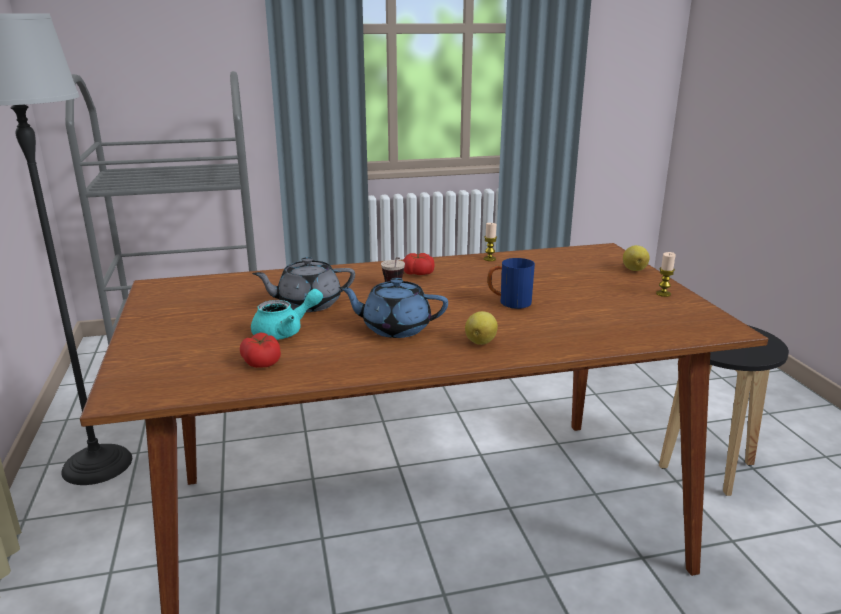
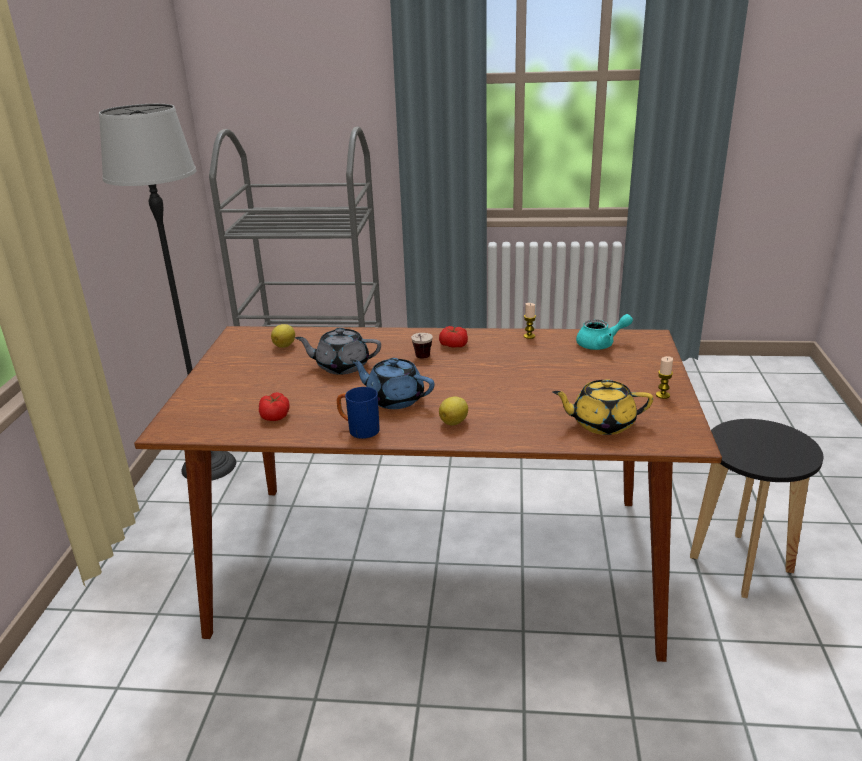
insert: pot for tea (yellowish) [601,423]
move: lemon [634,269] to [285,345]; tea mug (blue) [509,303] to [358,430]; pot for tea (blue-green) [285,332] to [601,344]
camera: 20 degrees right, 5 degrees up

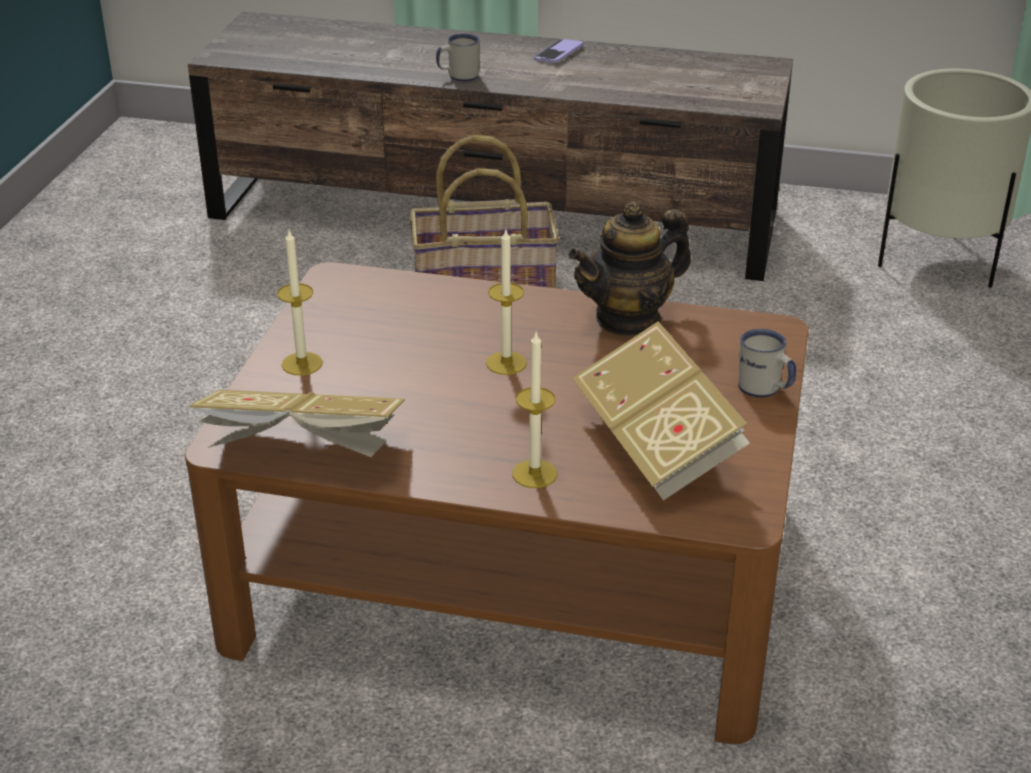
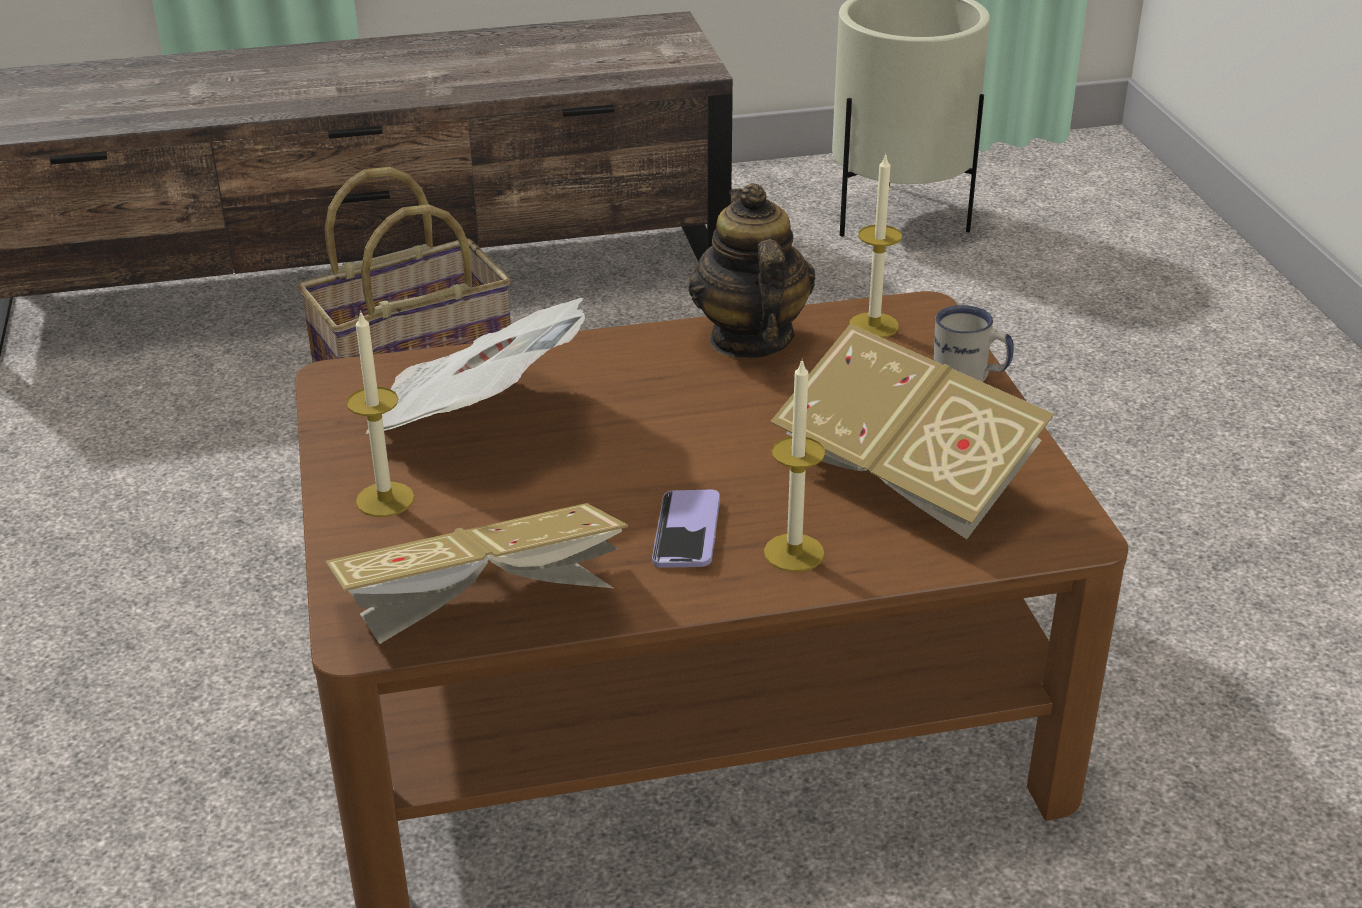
delete: tea mug (white-coloured) [458,77]
insert: newspaper [477,418]
move: handset [558,53] to [686,532]; candle [506,363] to [873,325]
rotate: pot for tea [628,319] = [750,339] 135 degrees clockwise
camera: 25 degrees left, 0 degrees up

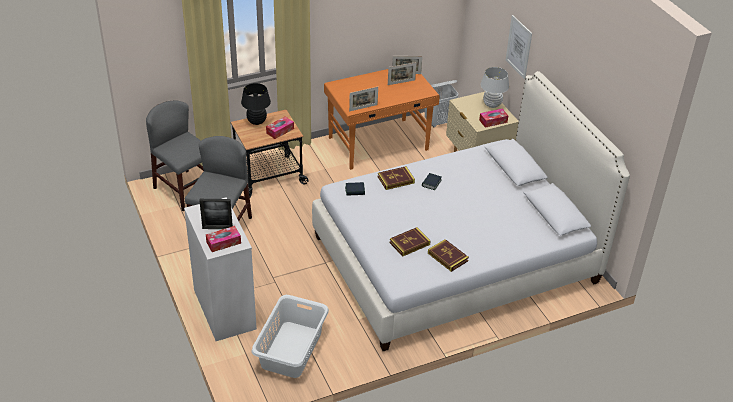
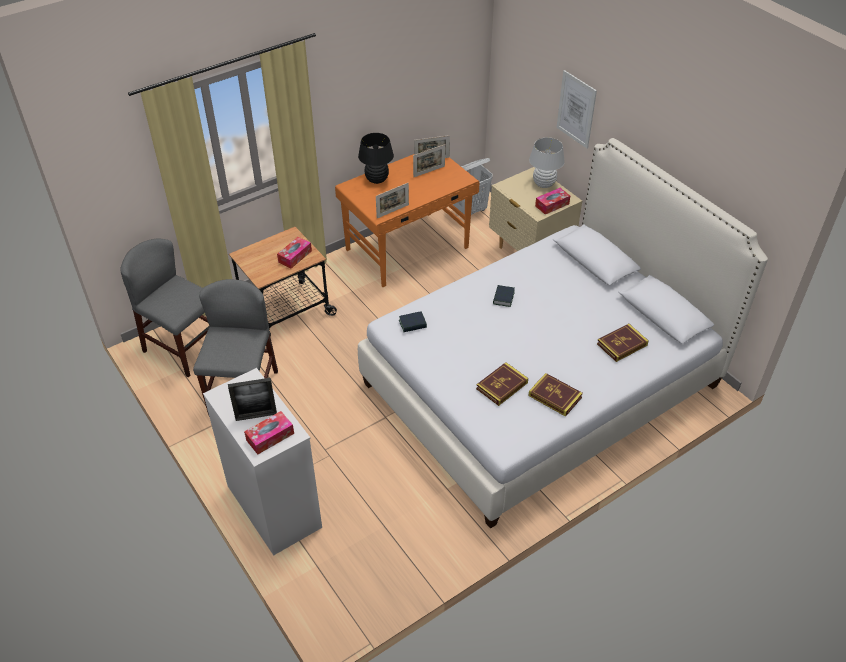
delete: hamper (white-coloured) [290,349]
move: lamp for a table (black) [256,121] to [377,180]; volume [396,180] to [622,344]
camera: 10 degrees left, 5 degrees up

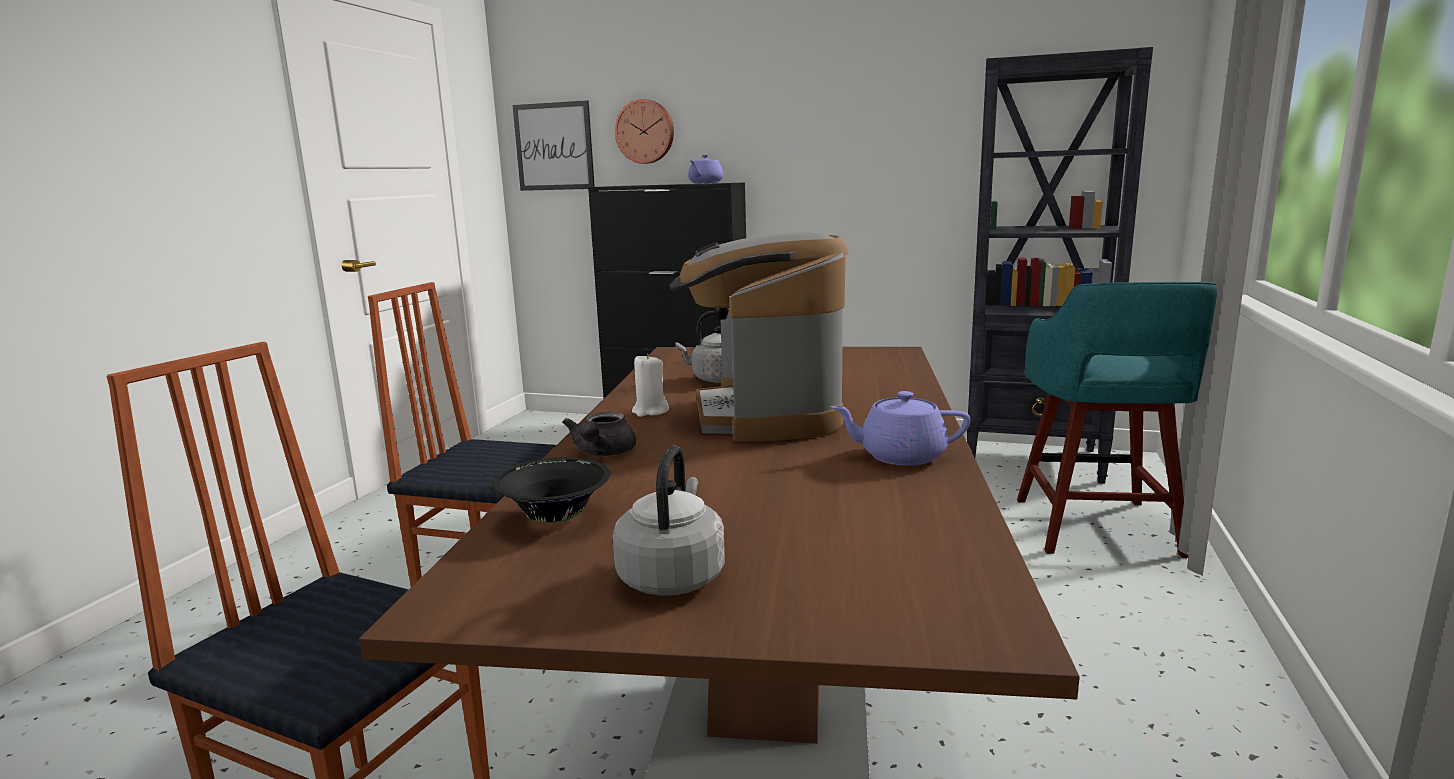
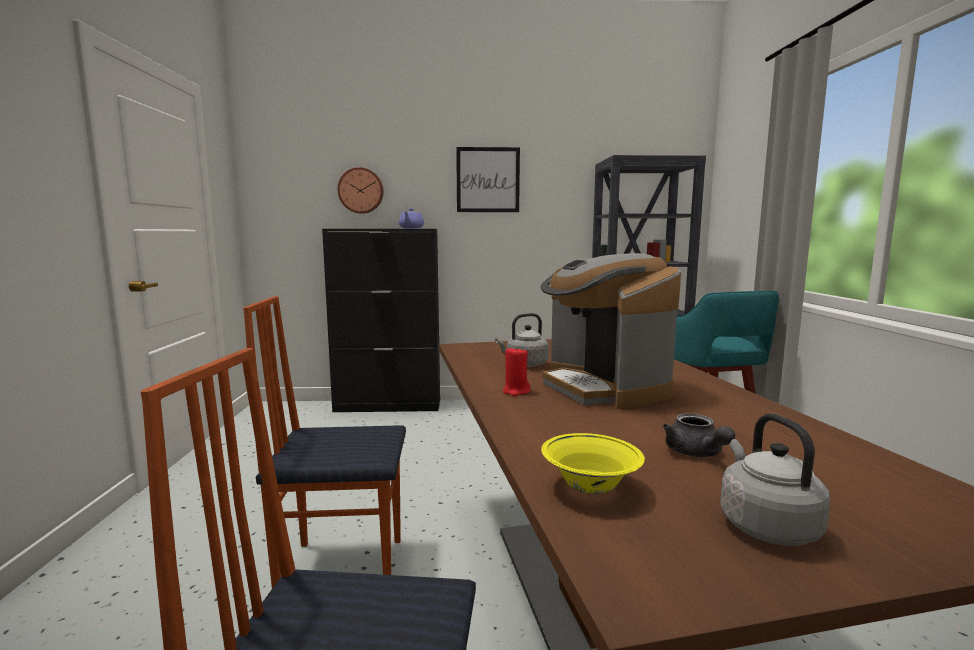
delete: pot for tea (purple) [900,456]
move: wall picture [554,146] to [488,180]; pot for tea (greyish) [602,454] to [696,454]
recolor: candle (white-coloured) [650,411] to candle (reddish) [516,391]; serving bowl (black) [555,518] to serving bowl (yellowish) [590,488]
camera: 20 degrees left, 5 degrees down

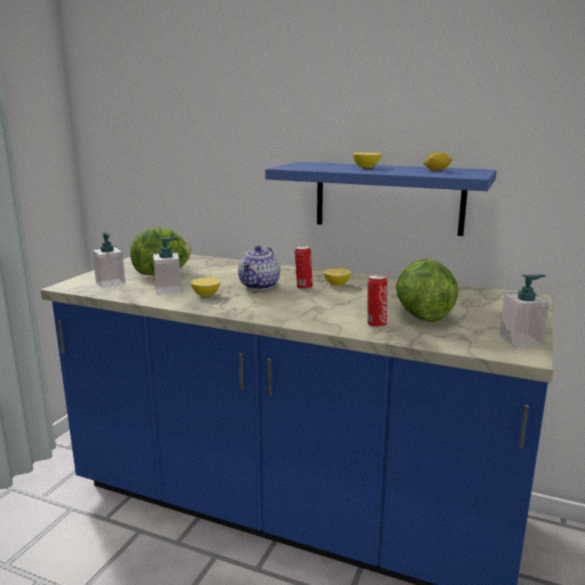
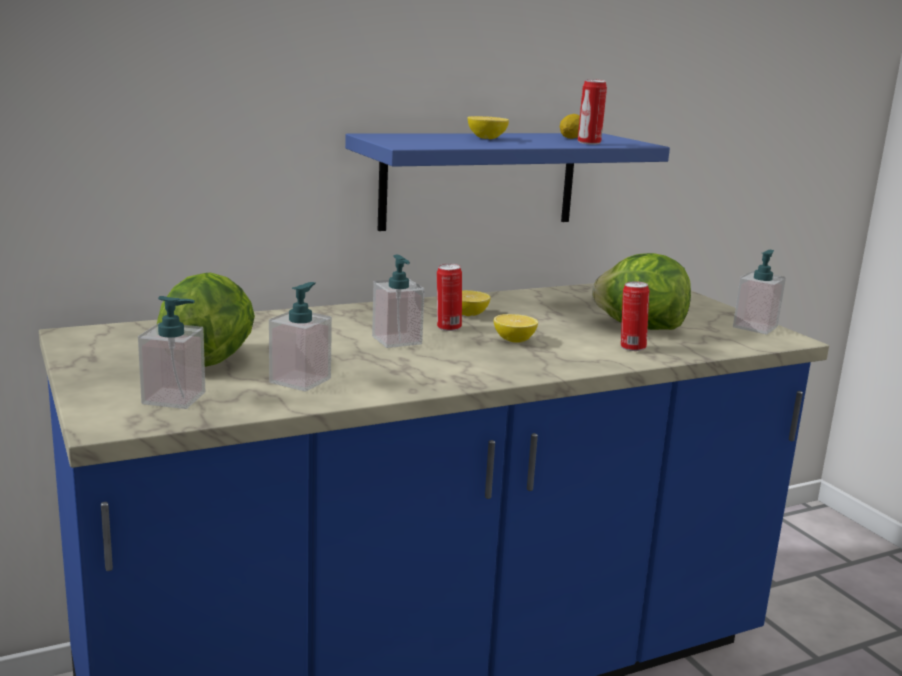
insert: can [589,143]
move: lemon [206,294] to [514,340]
replace: pot for tea [260,286] to liquid soap bottle [397,340]
camera: 50 degrees left, 0 degrees up

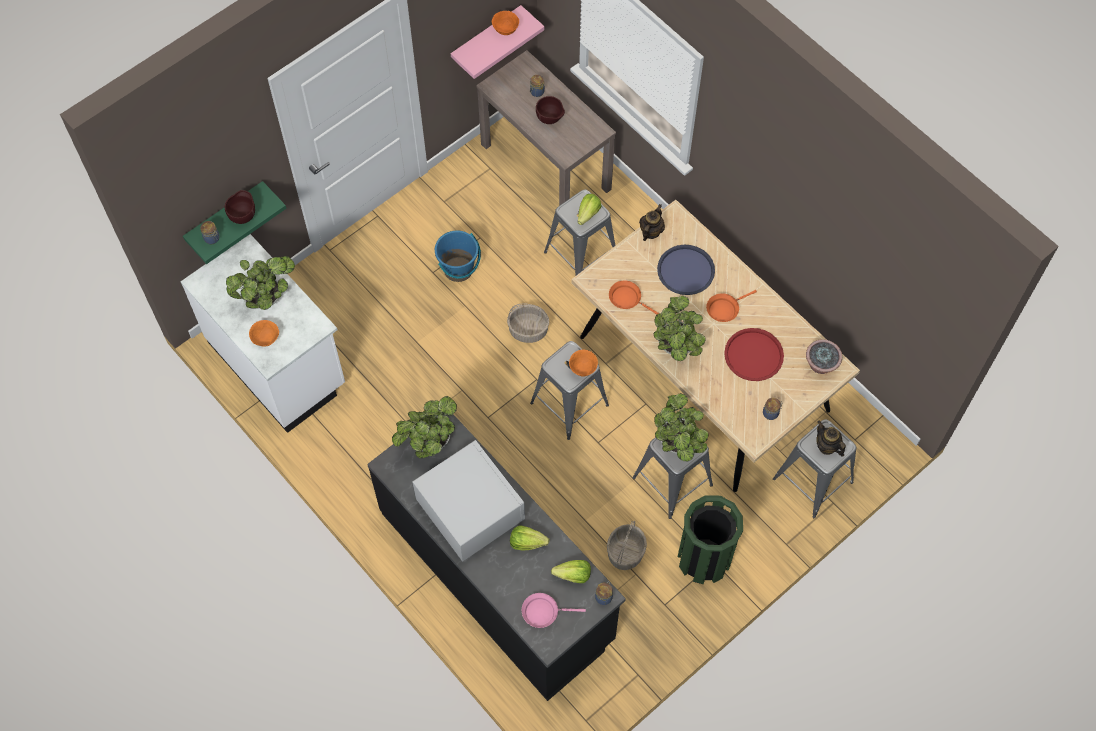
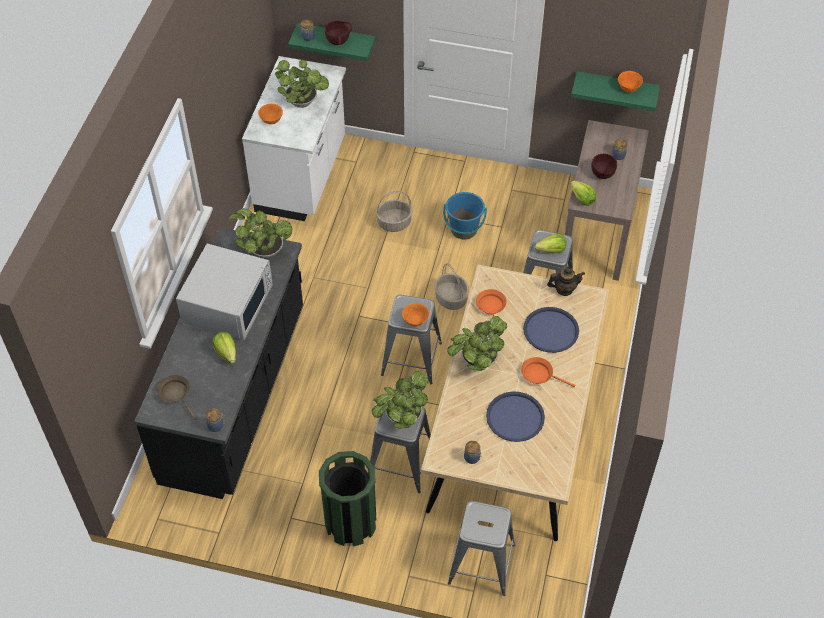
delete: houseplant [820,365]; pot for tea [827,446]
move: storage basket [625,552] to [394,222]; head of lettuce [573,575] to [582,199]
recolor: bracket shelf (pink-coloured) [486,39] to bracket shelf (green) [616,89]; serving tray (reddish) [753,355] to serving tray (blue) [515,417]; frying pan (pink-coloured) [543,612] to frying pan (brown) [176,394]
camera: 55 degrees right, 10 degrees down

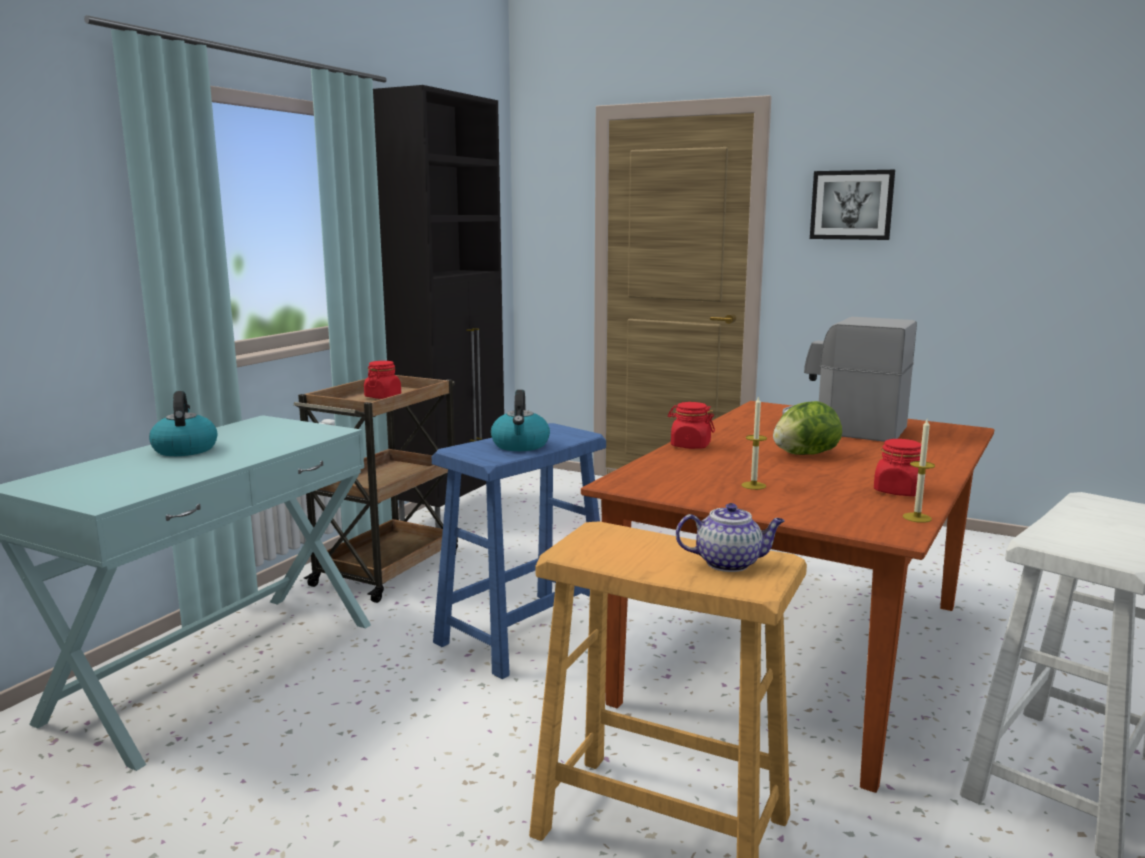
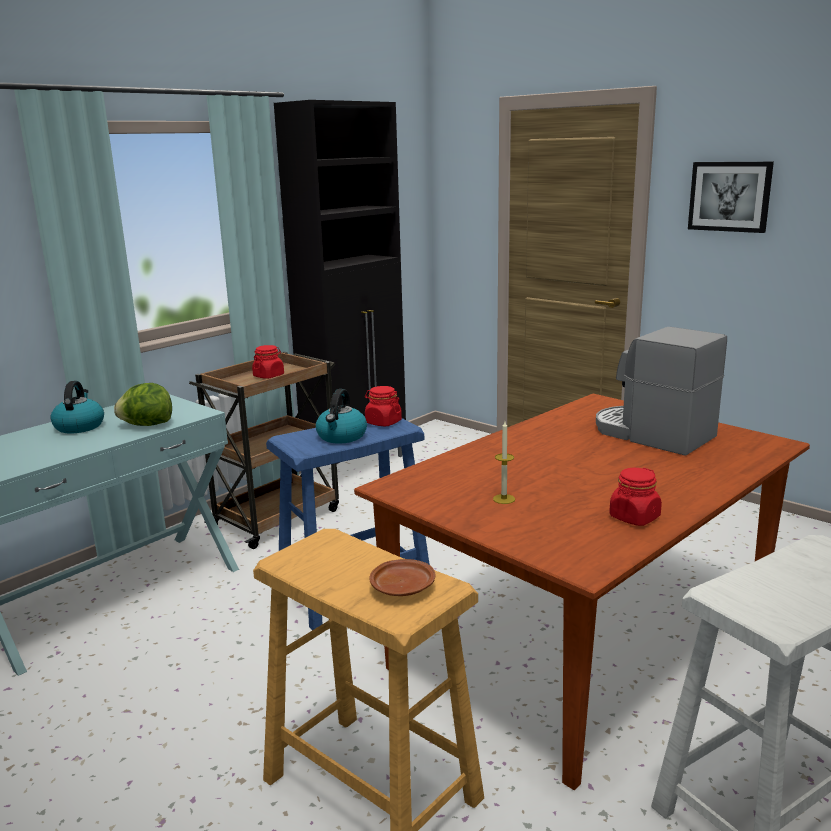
delete: candle [917,517]
move: head of lettuce [804,454] to [147,425]; preserve jar (reddish) [690,445] to [383,422]
replace: pot for tea [729,563] to dinner plate (brown) [403,587]
camera: 15 degrees right, 5 degrees up

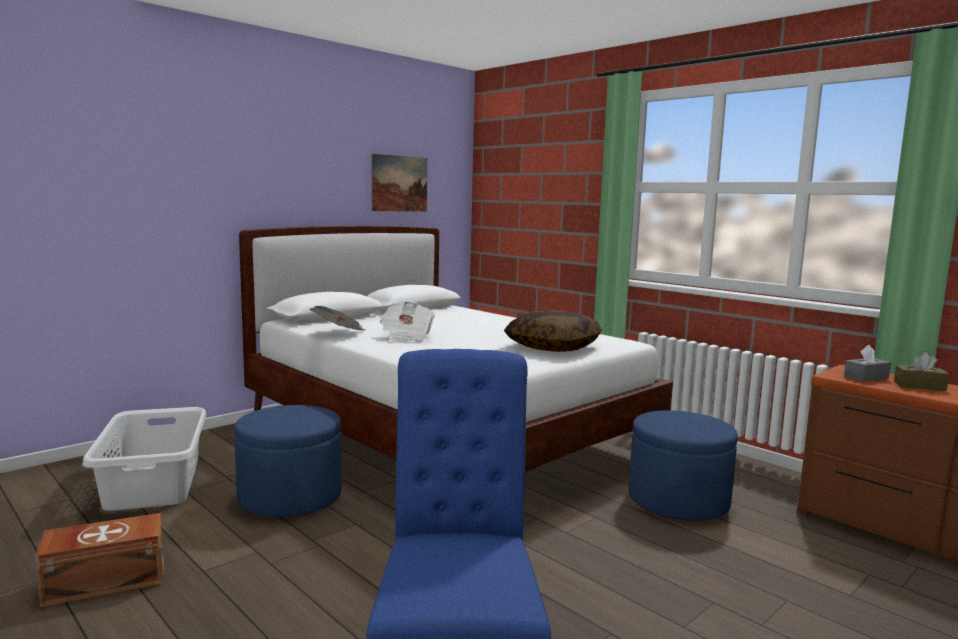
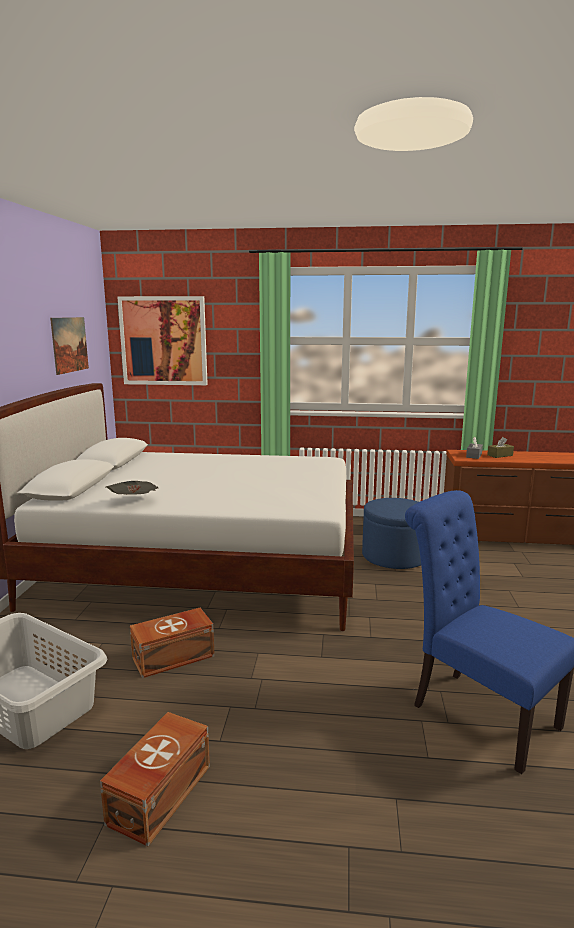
delete: newspaper [406,337]; pillow [553,347]
insert: wall picture [163,341]
replace: footrest (blue) [290,497] to storage container (brown) [175,657]
camera: 40 degrees left, 5 degrees up

